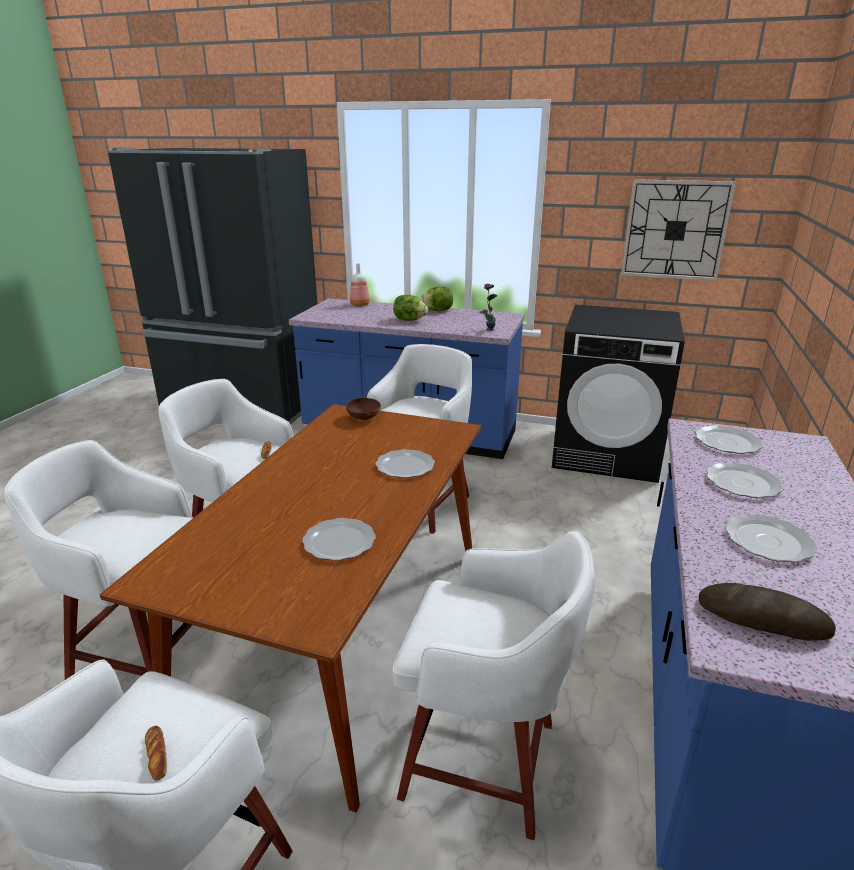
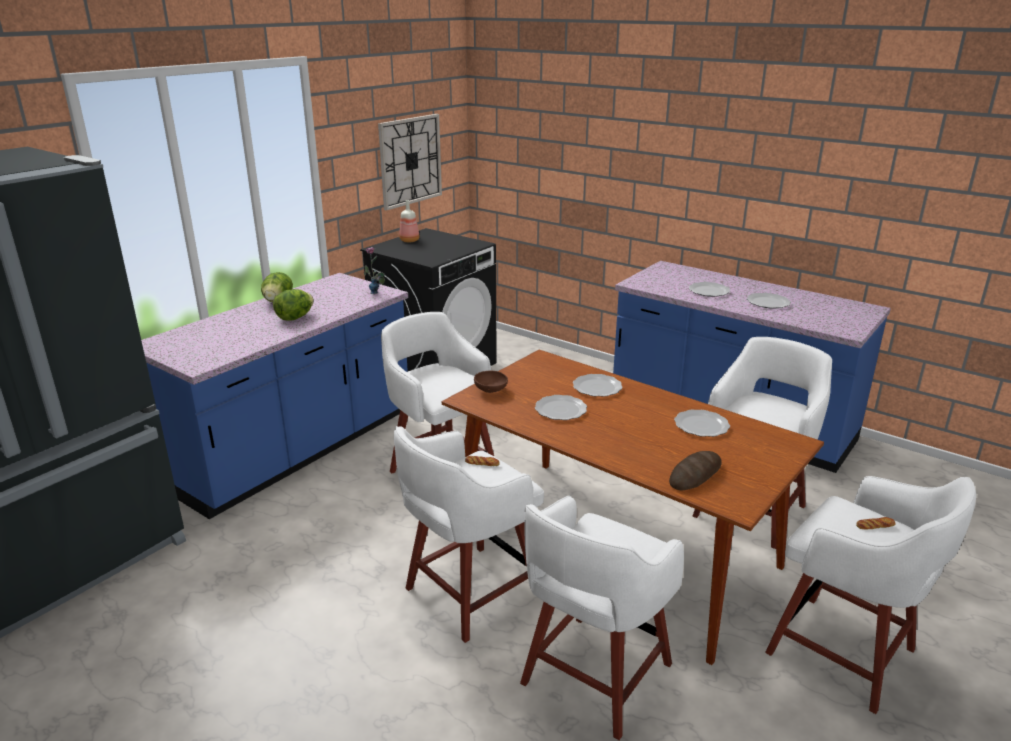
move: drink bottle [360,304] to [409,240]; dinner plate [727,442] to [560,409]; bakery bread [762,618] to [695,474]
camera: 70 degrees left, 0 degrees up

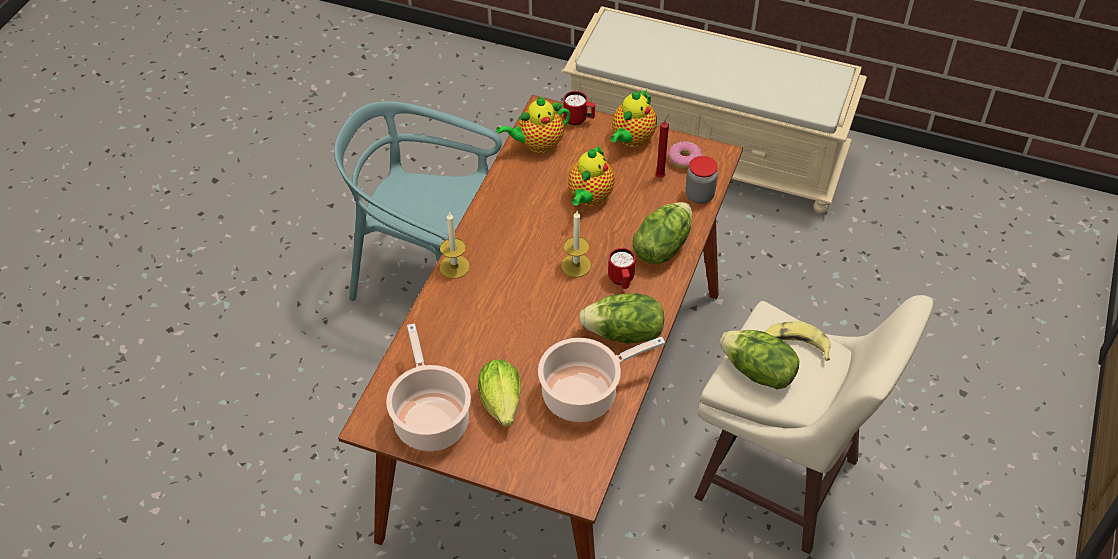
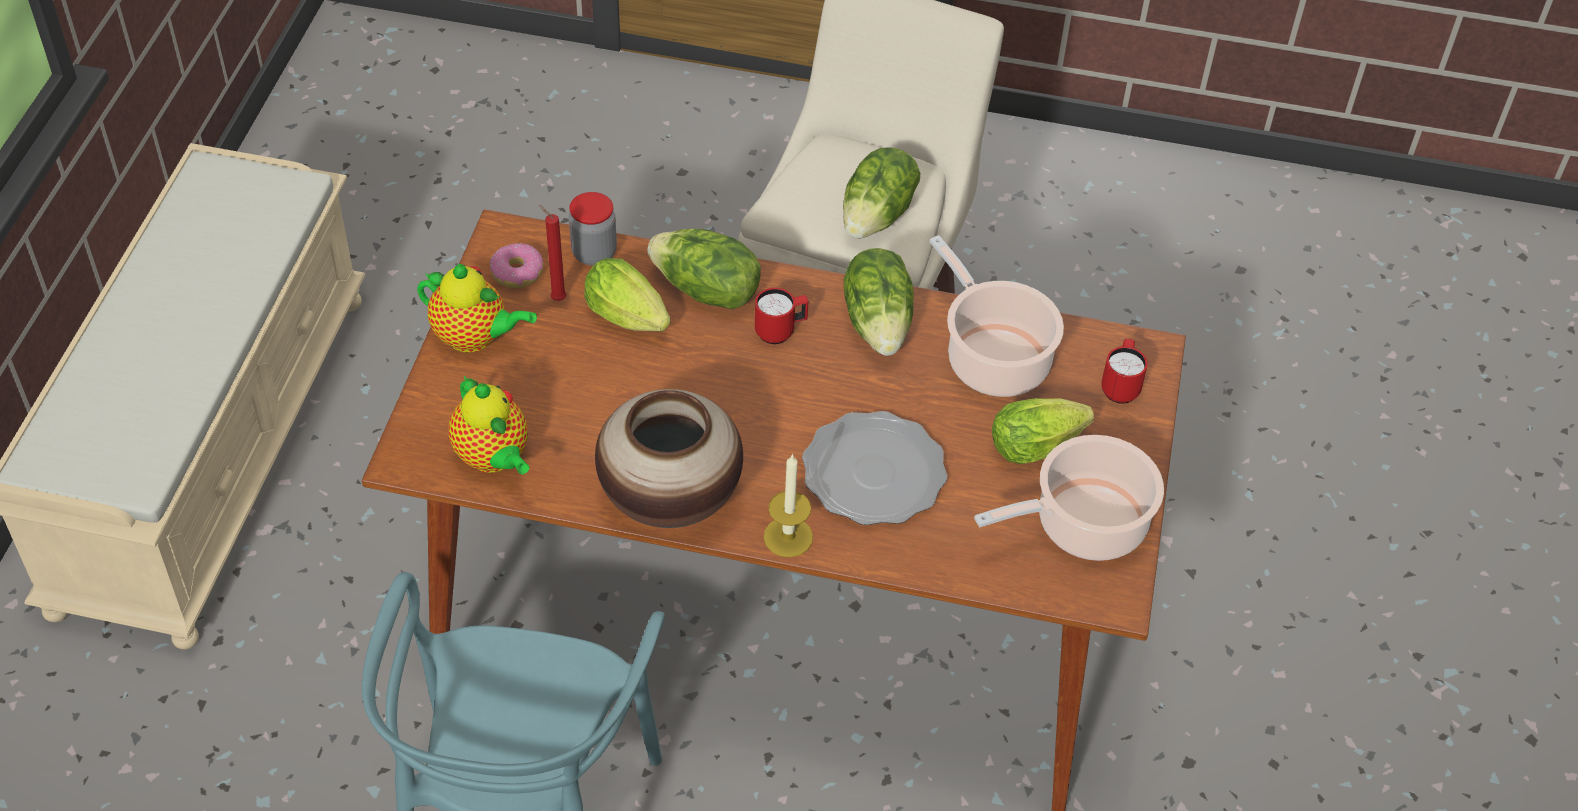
delete: pot for tea [589,198]; candle [576,265]; banana fruit [795,345]
insert: head of lettuce [631,319]; decorative vase [670,498]; dinner plate [874,473]
move: tea mug (reddish) [579,120] to [1120,386]
camera: 100 degrees left, 0 degrees up

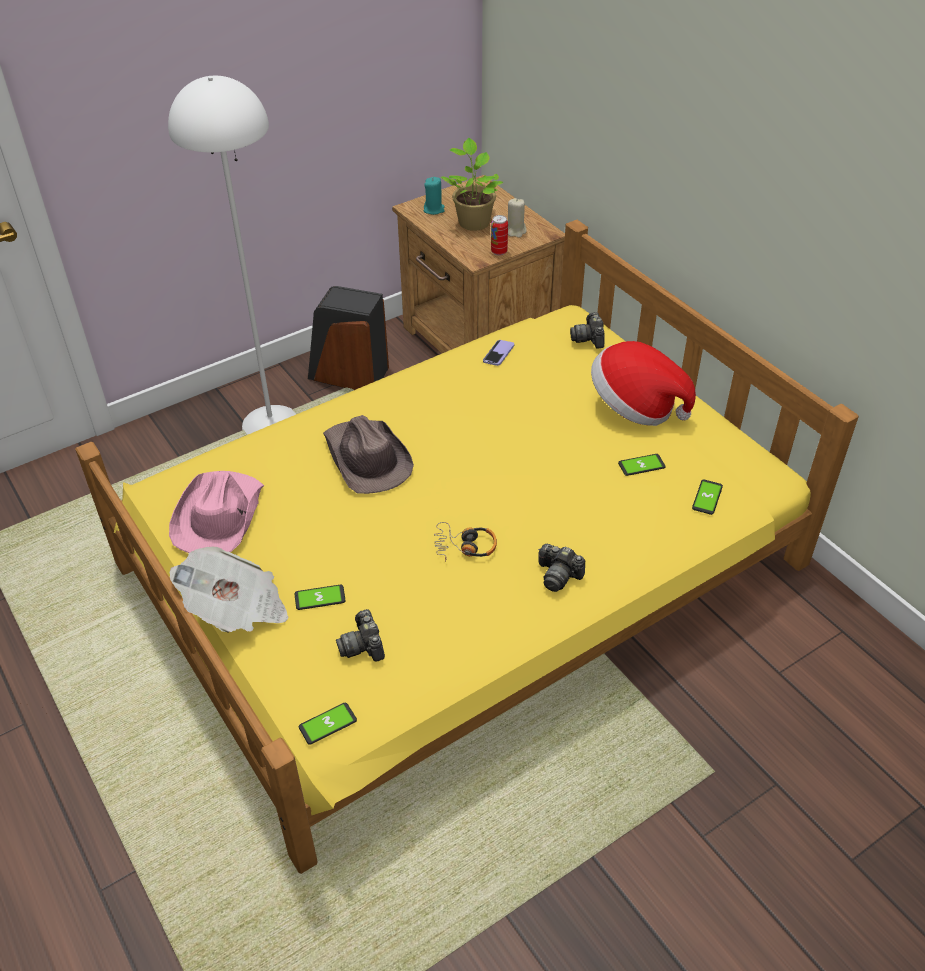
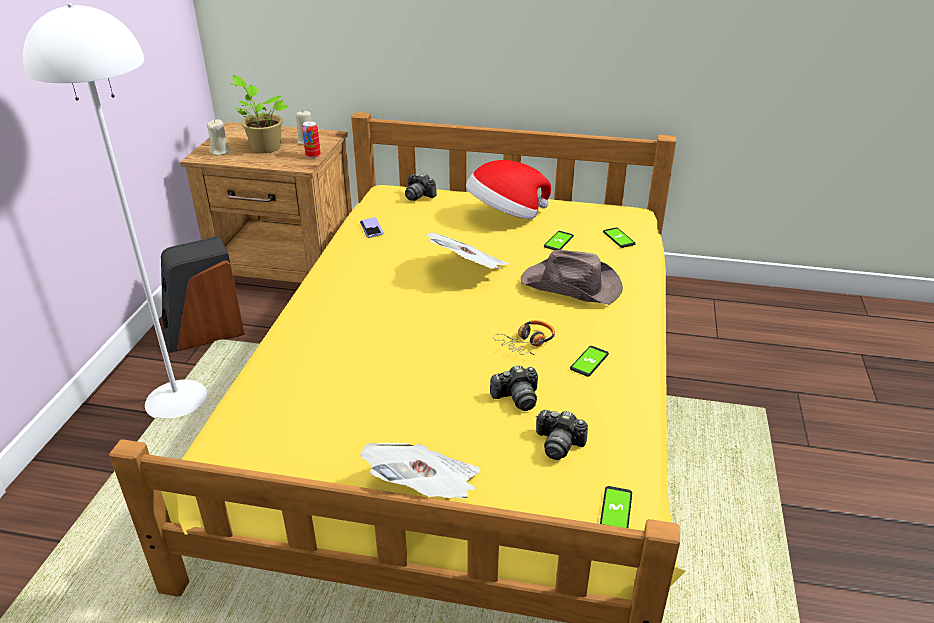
delete: hat (pink-coloured) [218,516]
insert: newspaper [468,270]
move: hat (brown) [366,458] to [572,286]; photo camera [558,575] to [516,398]; handset [320,598] to [589,361]
recolor: candle (blue-green) [434,209] to candle (beige-coloured) [220,151]
camera: 45 degrees left, 10 degrees down

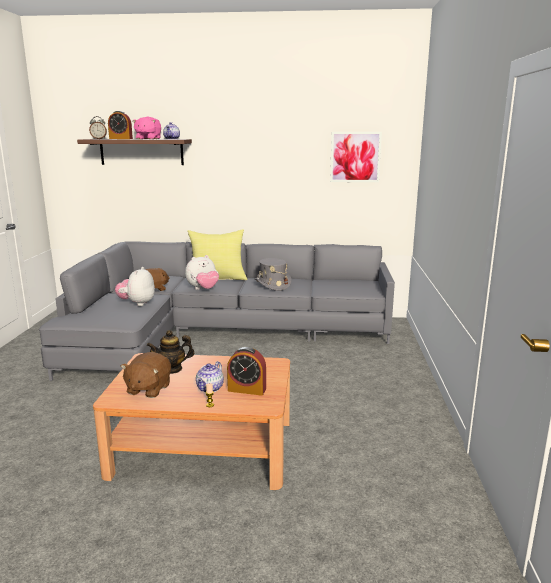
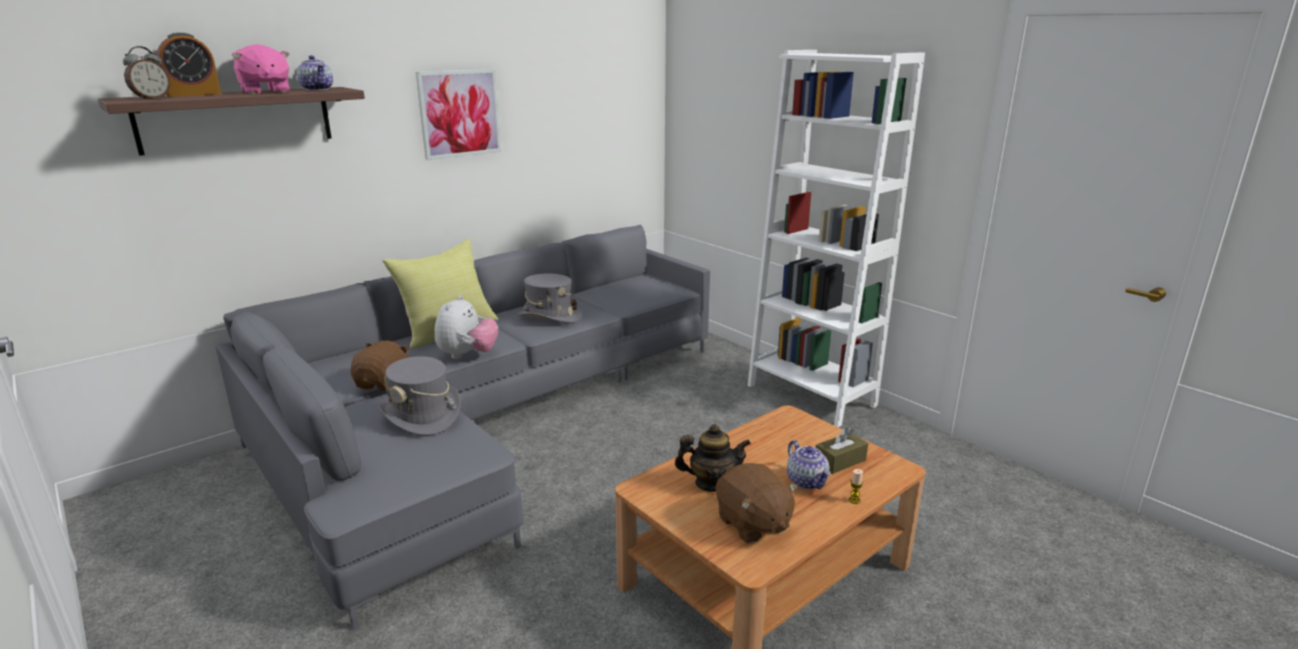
insert: shelving unit (white-coloured) [810,395]
move: wall picture [355,157] to [460,113]
replace: cuddly toy [137,303] to hat (greyish) [422,415]; alarm clock [247,389] to tissue holder (brown) [840,461]
rotate: pot for tea [172,369] = [711,483] 120 degrees counterclockwise
camera: 45 degrees left, 5 degrees up

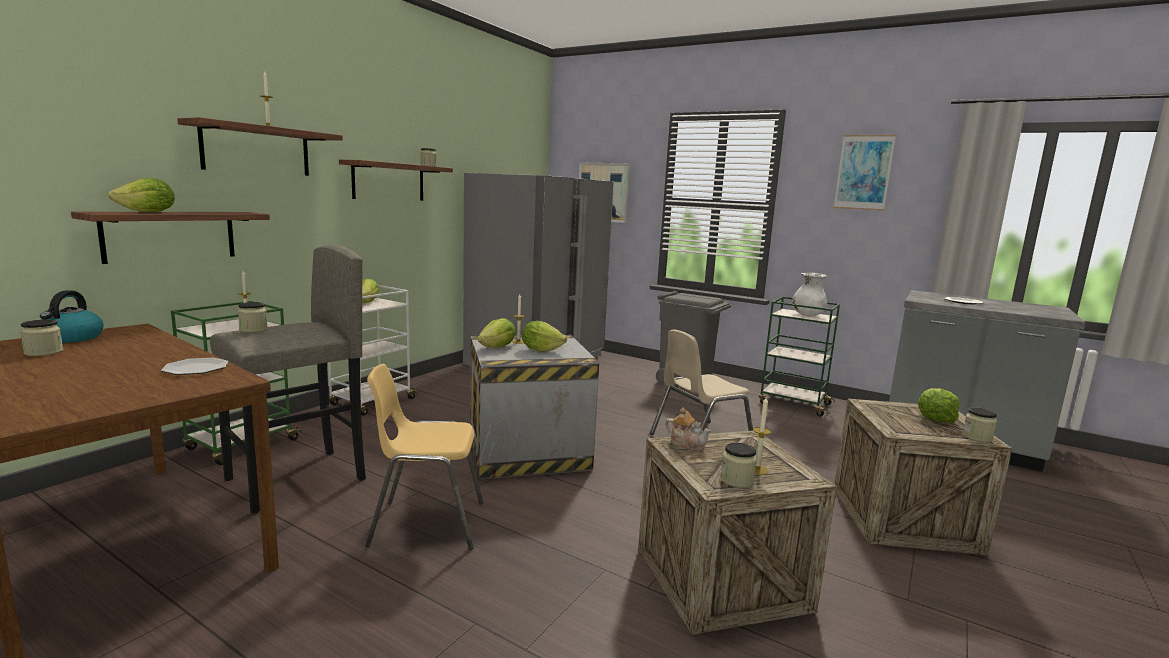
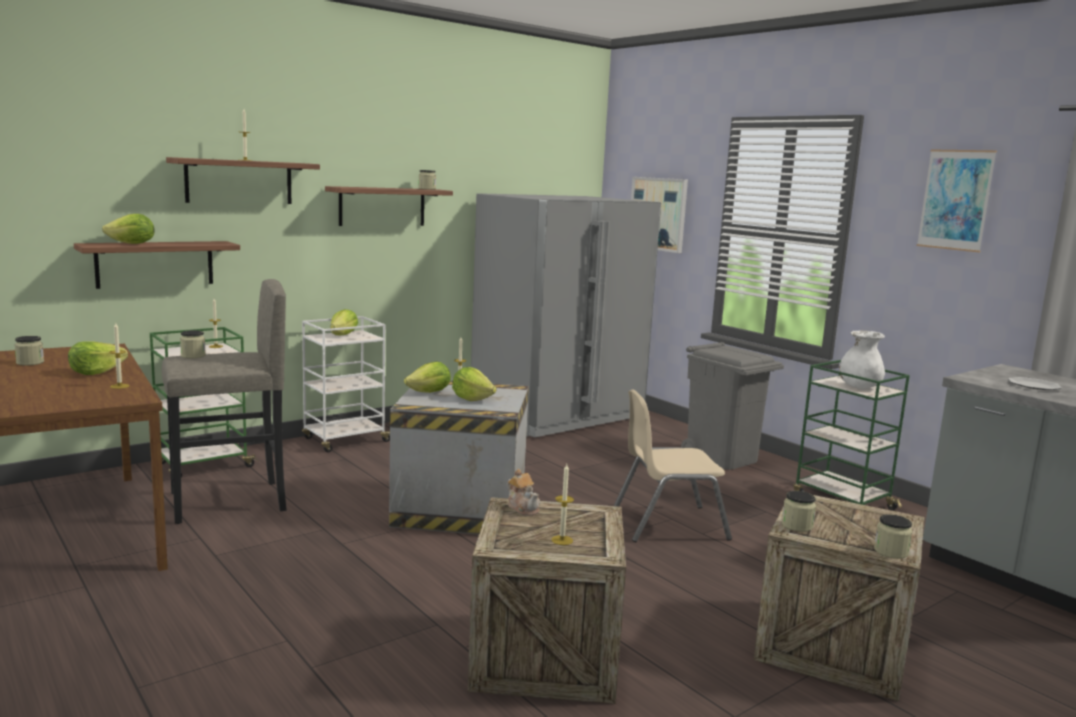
delete: kettle [72,338]; plain chair (yellowish) [426,523]
move: head of lettuce [935,417] to [96,372]; preserve jar [736,480] to [797,525]
replace: dinner plate [196,369] to candle [119,386]
camera: 20 degrees right, 0 degrees up

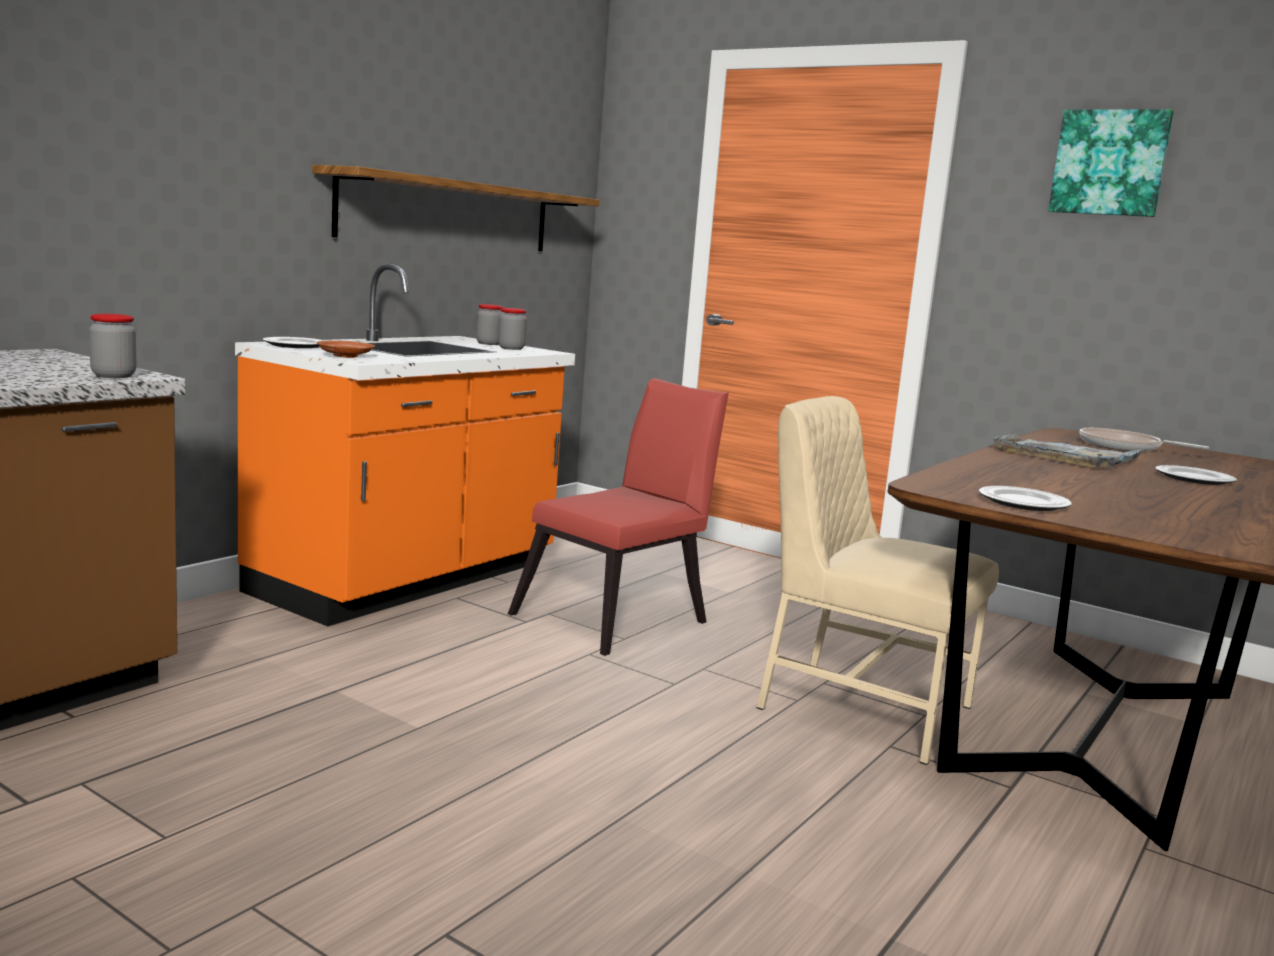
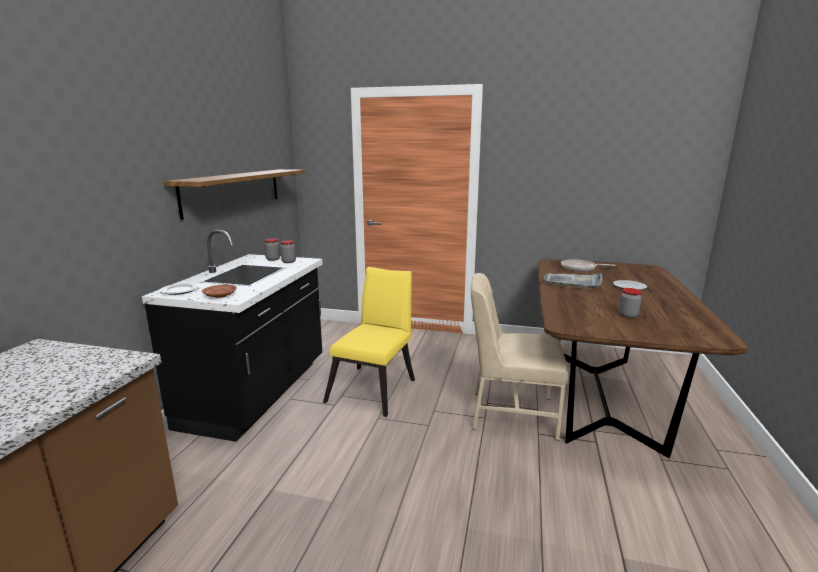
delete: wall picture [1110,163]; dinner plate [1022,503]
move: preserve jar [113,376] to [628,315]
recolor: kitchen base unit (orangey) [408,580] to kitchen base unit (black) [257,393]; plain chair (reddish) [619,616] to plain chair (yellowish) [375,388]
camera: 20 degrees left, 5 degrees up

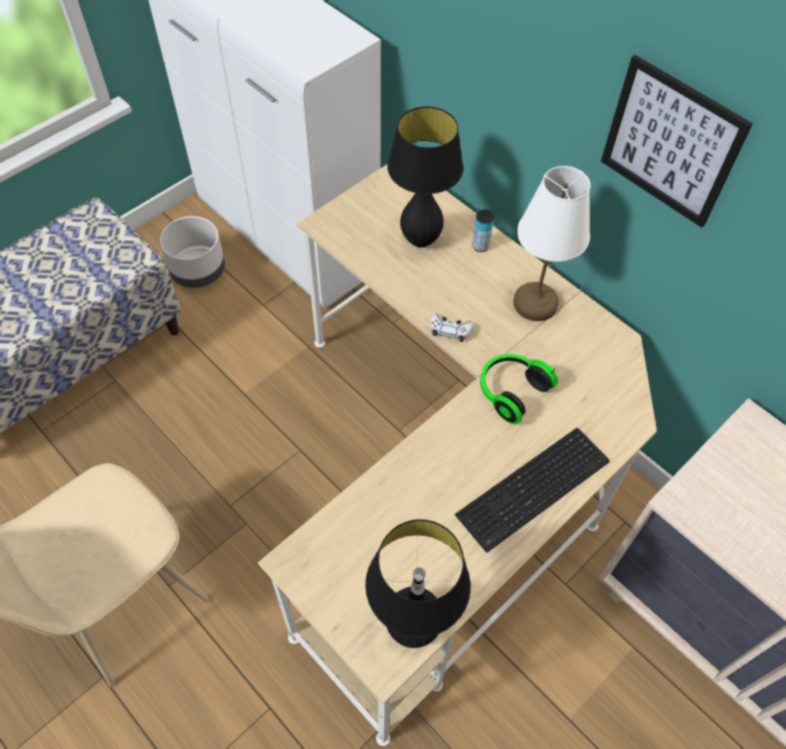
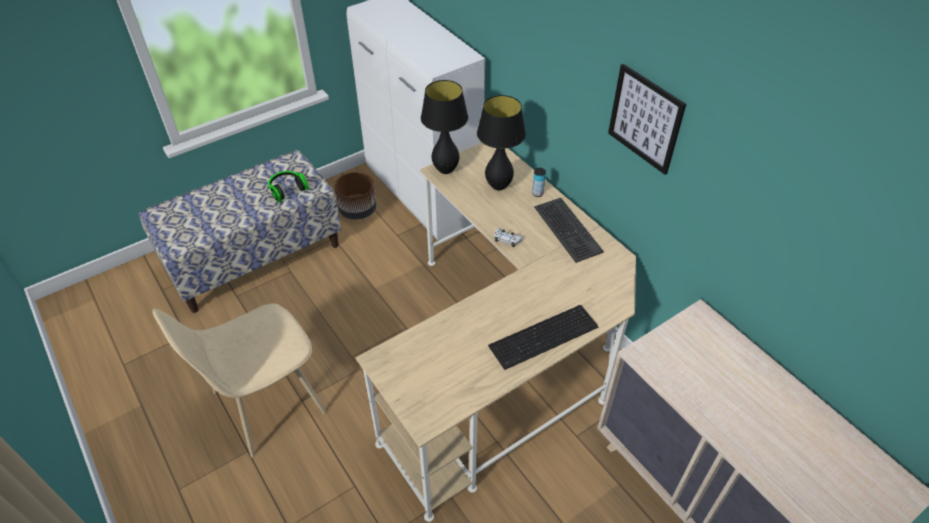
move: headset [510,391] to [287,190]; lamp for a table (black) [412,626] to [445,170]
replace: lamp for a table (white-coloured) [534,303] to PC keyboard [567,230]
recolor: plant pot (greyish) [198,271] to plant pot (brown) [358,210]
camera: 10 degrees right, 10 degrees down

